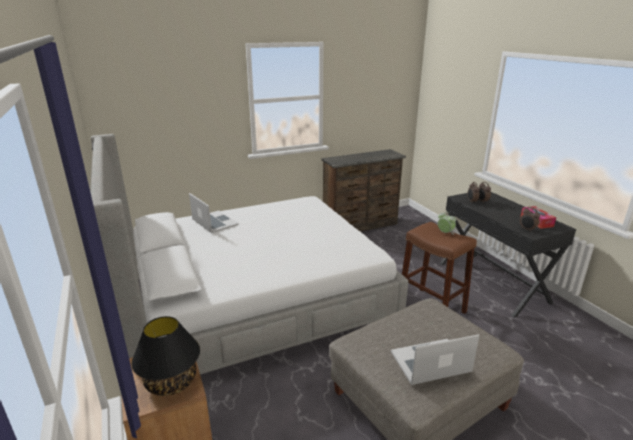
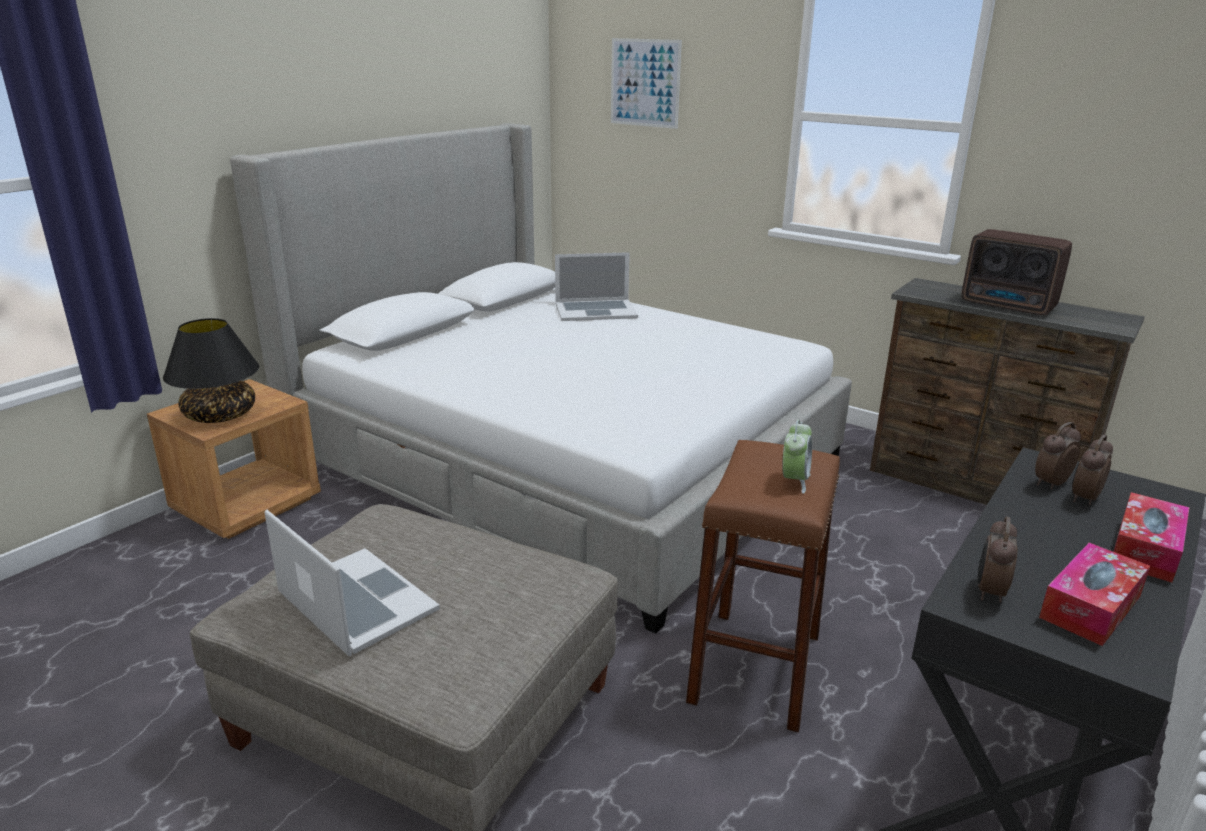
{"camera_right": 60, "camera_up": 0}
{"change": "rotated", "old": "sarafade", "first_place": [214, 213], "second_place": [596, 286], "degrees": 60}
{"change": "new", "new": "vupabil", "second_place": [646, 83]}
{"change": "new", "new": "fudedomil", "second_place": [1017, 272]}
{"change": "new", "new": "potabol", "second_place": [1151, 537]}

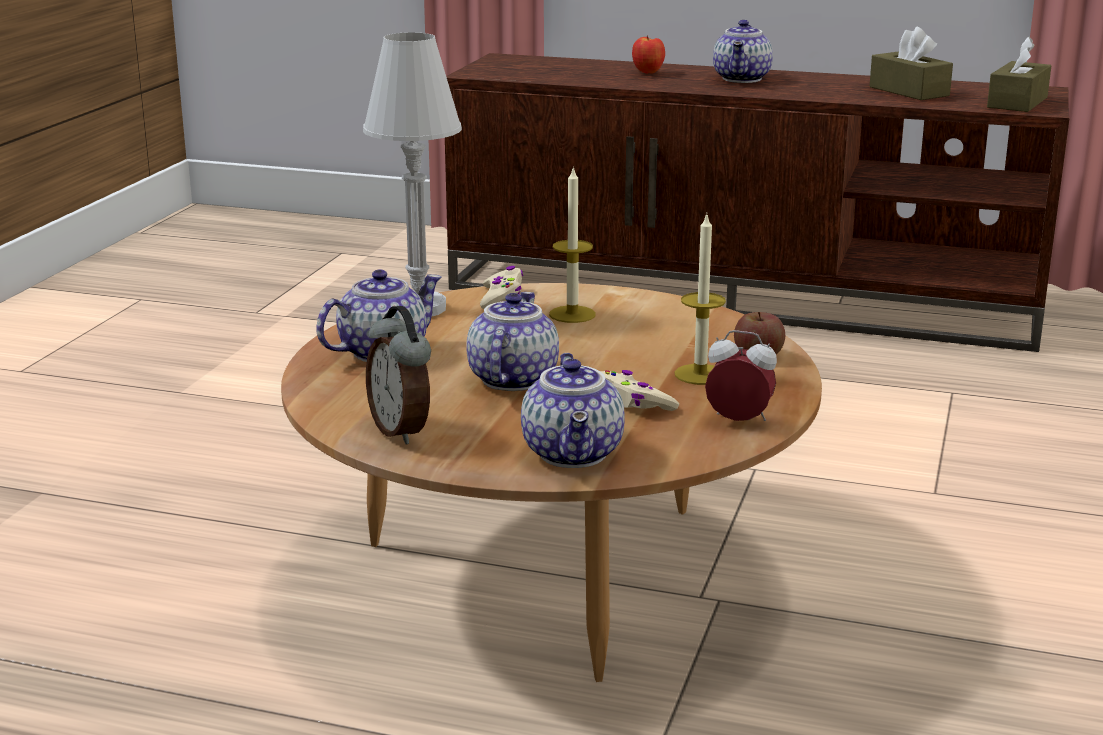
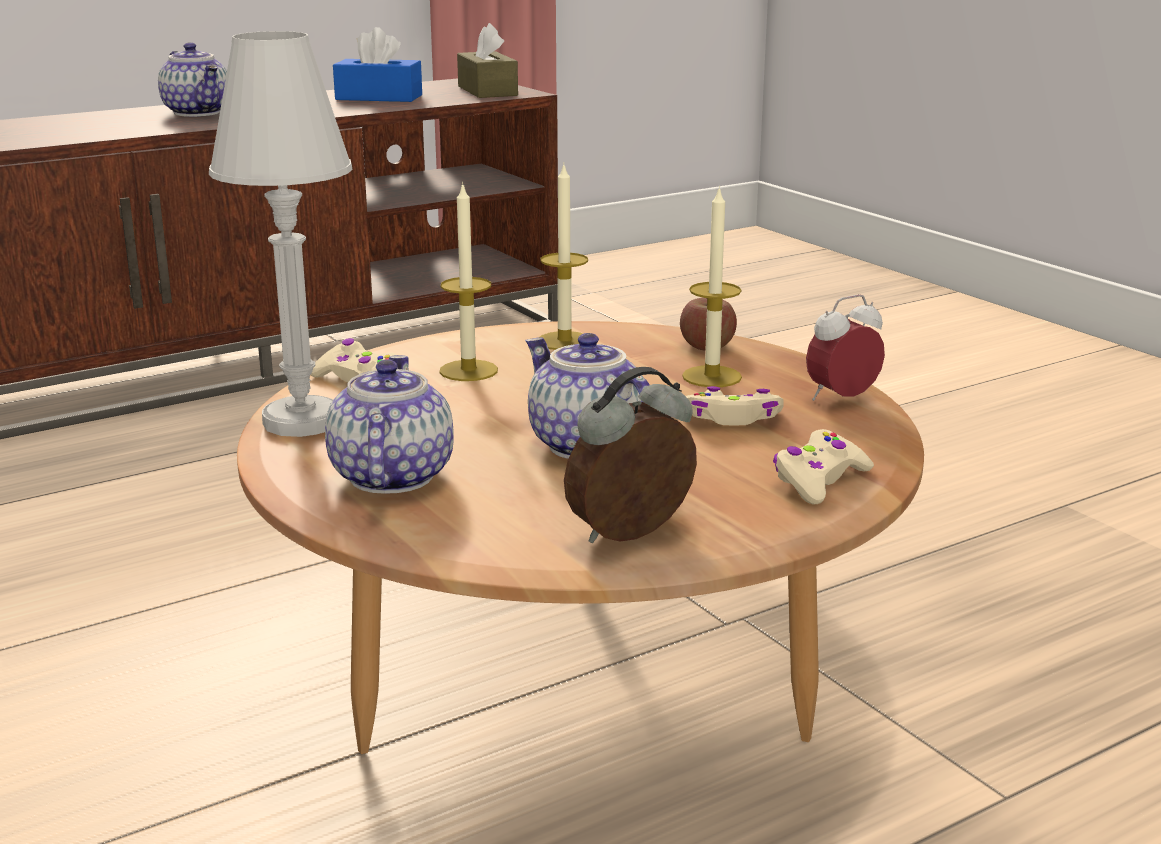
{"camera_right": -50, "camera_up": 0}
{"change": "rotated", "old": "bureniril", "first_place": [398, 375], "second_place": [630, 455], "degrees": 135}
{"change": "swapped", "old": "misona", "new": "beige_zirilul", "first_place": [573, 410], "second_place": [823, 466]}
{"change": "gone", "old": "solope", "first_place": [648, 54]}
{"change": "repainted", "old": "brown_potabol", "new": "blue_potabol", "first_place": [911, 63], "second_place": [377, 64]}
{"change": "new", "new": "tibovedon", "second_place": [564, 256]}

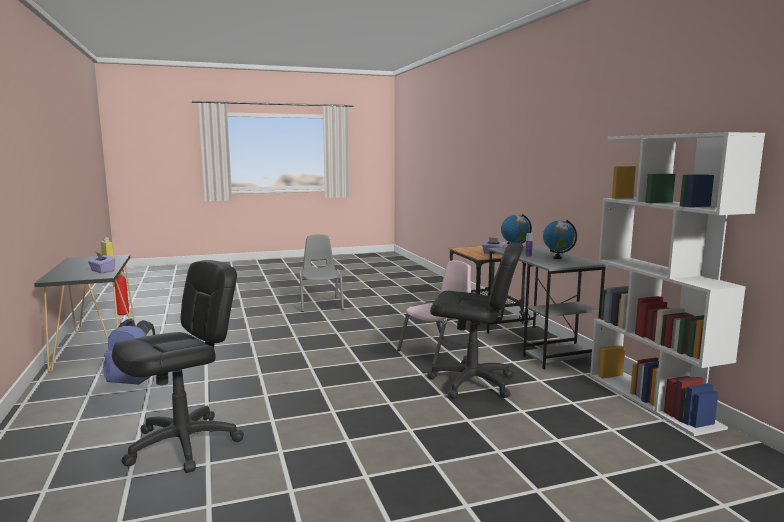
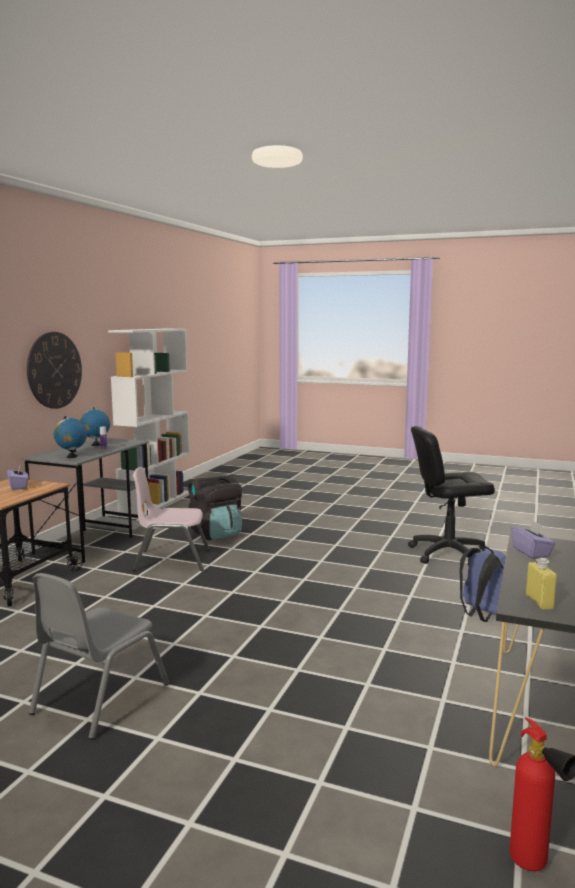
{"camera_right": -140, "camera_up": 0}
{"change": "swapped", "old": "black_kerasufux", "new": "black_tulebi", "first_place": [475, 321], "second_place": [215, 507]}
{"change": "new", "new": "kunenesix", "second_place": [54, 370]}

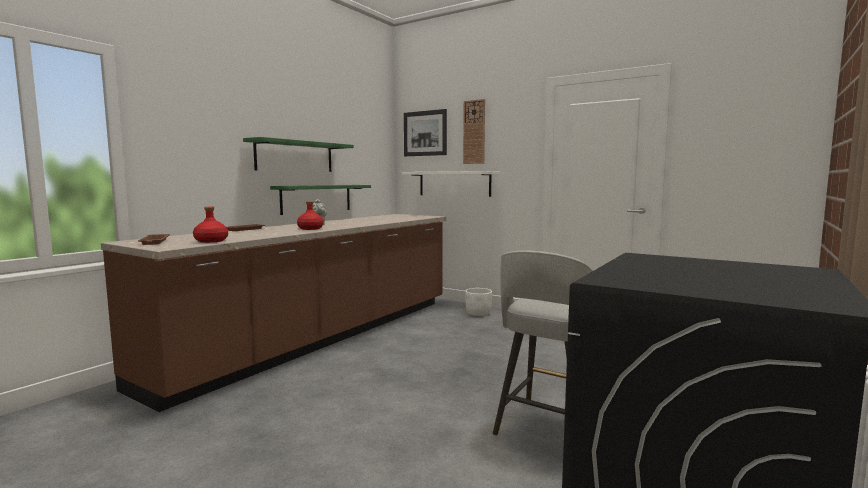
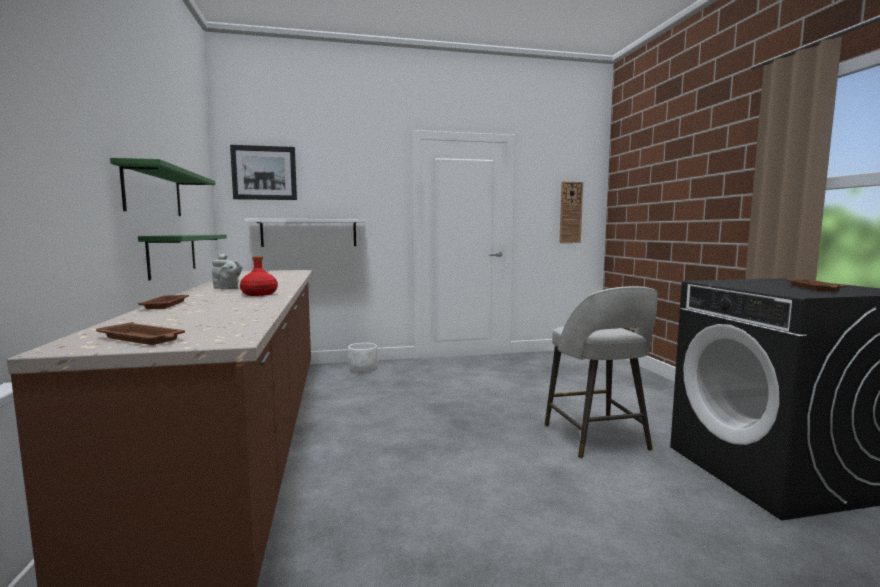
{"camera_right": -45, "camera_up": 0}
{"change": "gone", "old": "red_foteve", "first_place": [210, 225]}
{"change": "shifted", "old": "kunenesix", "first_place": [474, 131], "second_place": [571, 212]}
{"change": "new", "new": "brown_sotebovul", "second_place": [816, 285]}

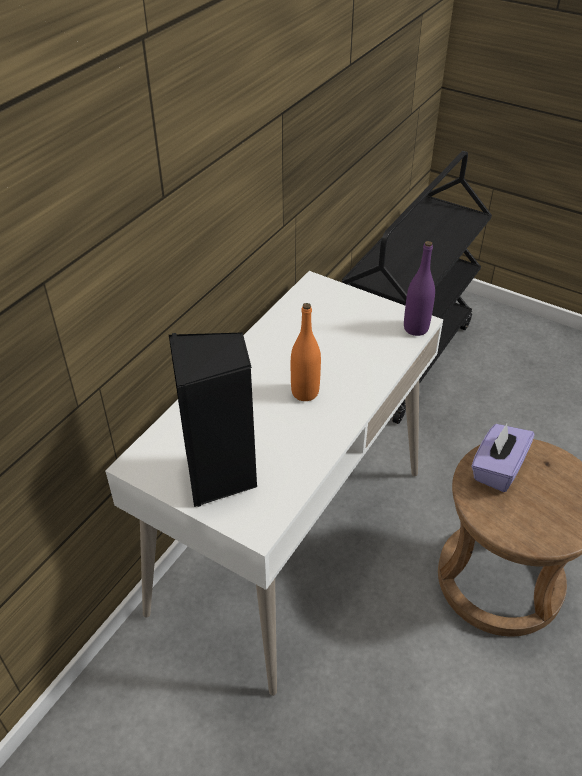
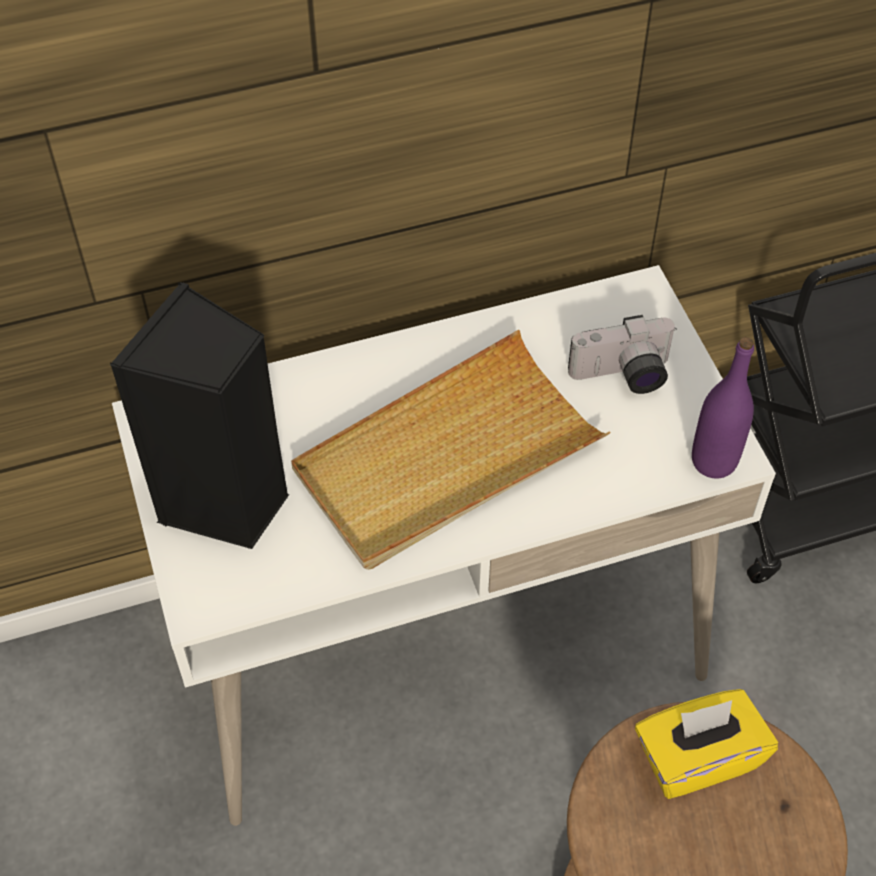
{"camera_right": 40, "camera_up": 10}
{"change": "swapped", "old": "orange_foteve", "new": "beige_sotebovul", "first_place": [306, 352], "second_place": [451, 450]}
{"change": "repainted", "old": "purple_potabol", "new": "yellow_potabol", "first_place": [503, 457], "second_place": [706, 744]}
{"change": "new", "new": "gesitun", "second_place": [622, 354]}

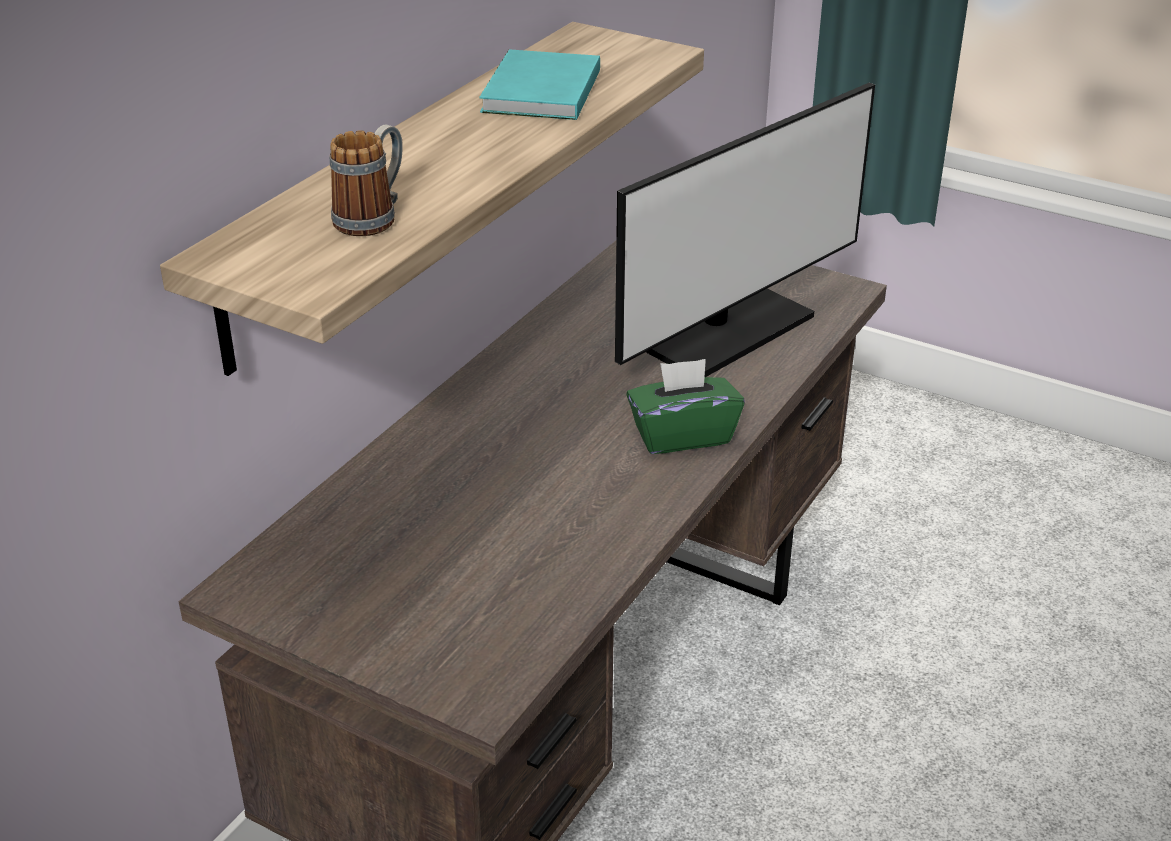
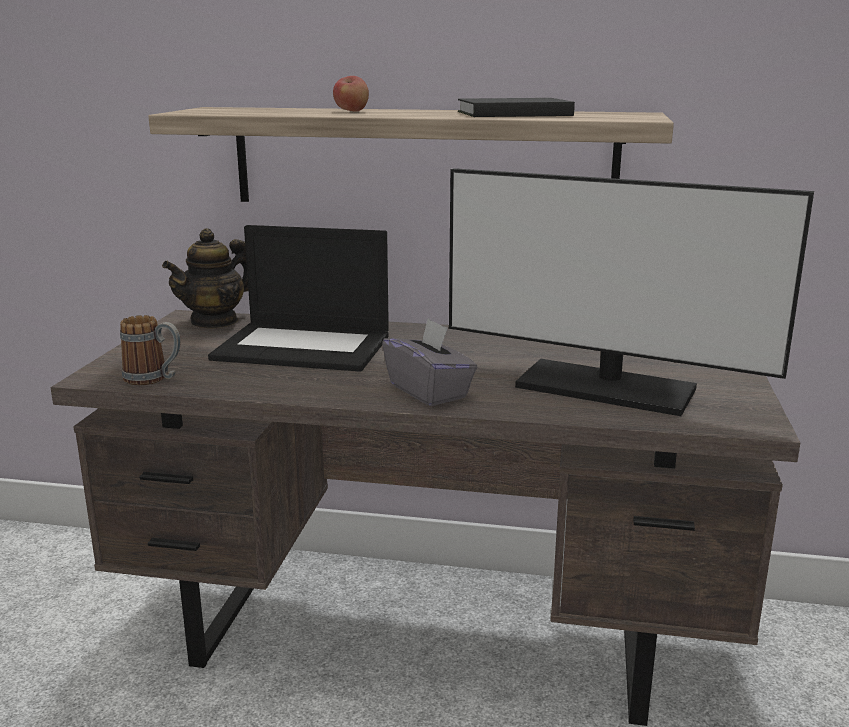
{"camera_right": 70, "camera_up": -15}
{"change": "shifted", "old": "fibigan", "first_place": [366, 180], "second_place": [150, 350]}
{"change": "repainted", "old": "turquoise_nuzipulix", "new": "black_nuzipulix", "first_place": [539, 84], "second_place": [516, 107]}
{"change": "repainted", "old": "green_potabol", "new": "grey_potabol", "first_place": [685, 406], "second_place": [429, 362]}
{"change": "new", "new": "misona", "second_place": [205, 278]}
{"change": "new", "new": "sarafade", "second_place": [298, 298]}
{"change": "new", "new": "solope", "second_place": [351, 94]}

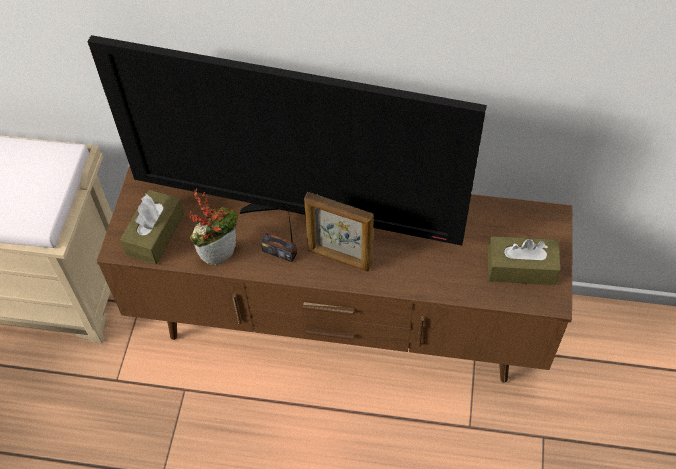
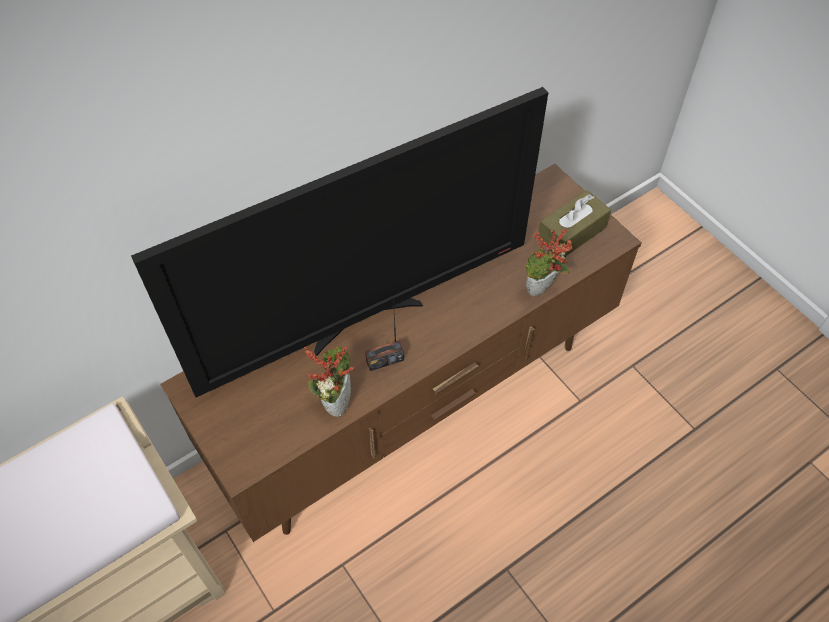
{"camera_right": -45, "camera_up": 0}
{"change": "gone", "old": "brown_potabol", "first_place": [152, 227]}
{"change": "gone", "old": "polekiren", "first_place": [339, 231]}
{"change": "new", "new": "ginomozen", "second_place": [549, 263]}

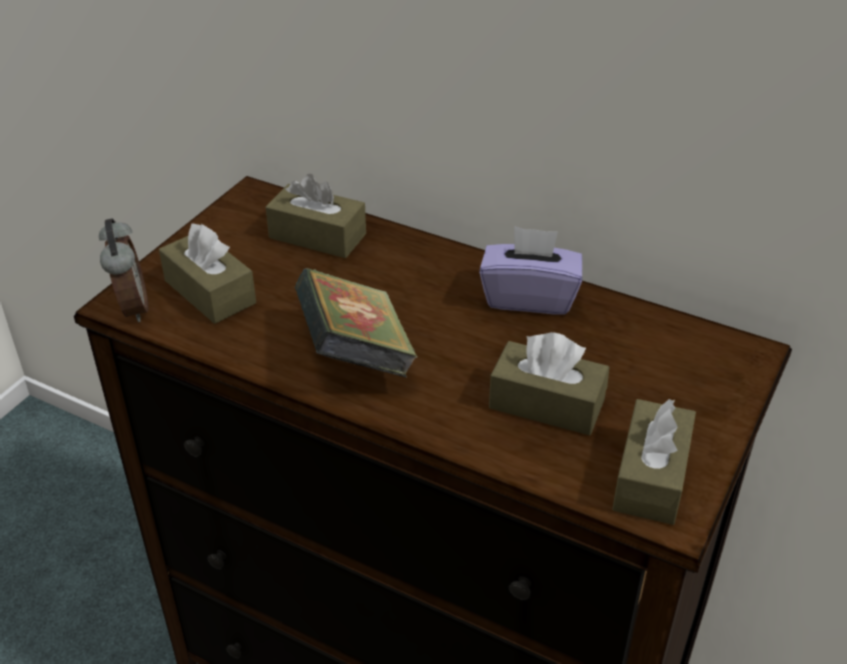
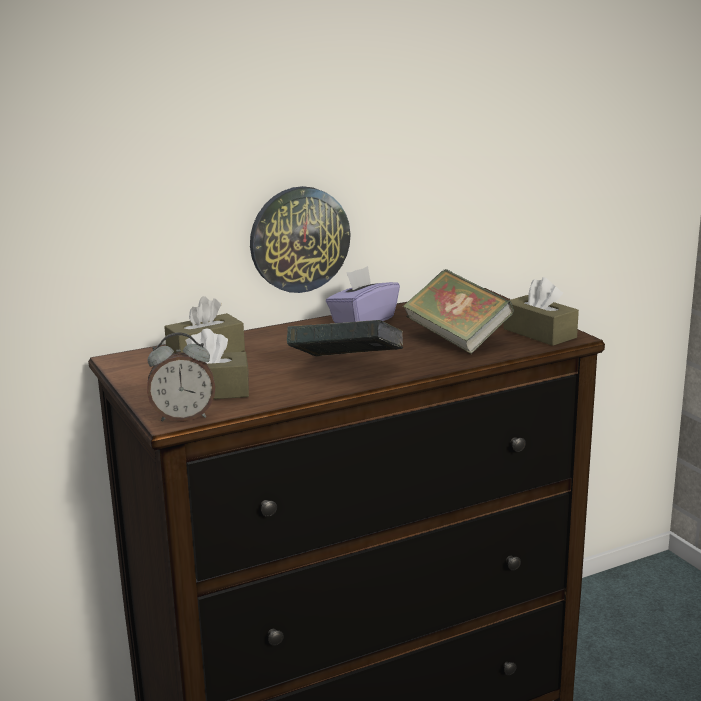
{"camera_right": -55, "camera_up": -20}
{"change": "rotated", "old": "bureniril", "first_place": [124, 270], "second_place": [181, 377], "degrees": 150}
{"change": "swapped", "old": "brown_potabol", "new": "nuzipulix", "first_place": [549, 383], "second_place": [458, 311]}
{"change": "new", "new": "kunenesix", "second_place": [300, 239]}

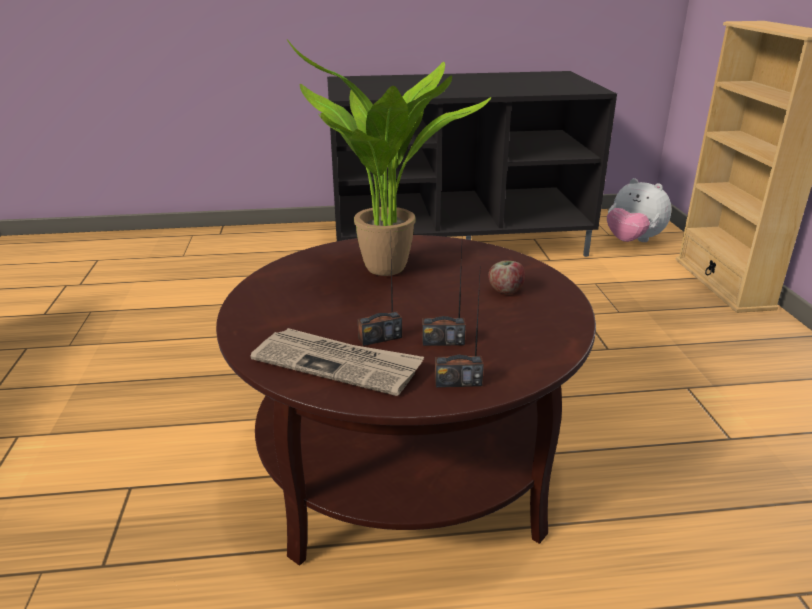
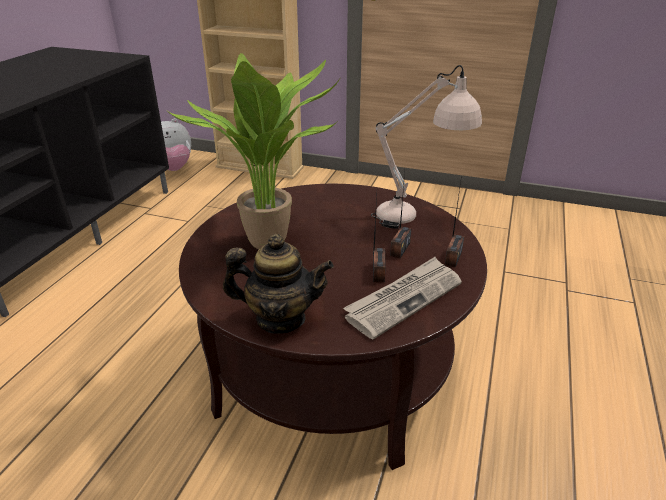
{"camera_right": -65, "camera_up": 5}
{"change": "gone", "old": "solope", "first_place": [506, 277]}
{"change": "new", "new": "misona", "second_place": [278, 284]}
{"change": "new", "new": "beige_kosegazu", "second_place": [426, 147]}

